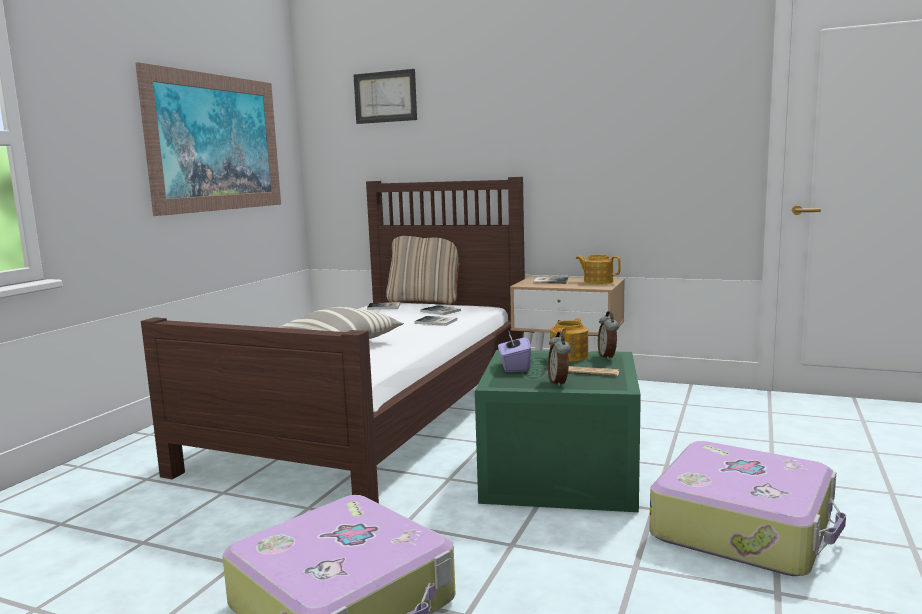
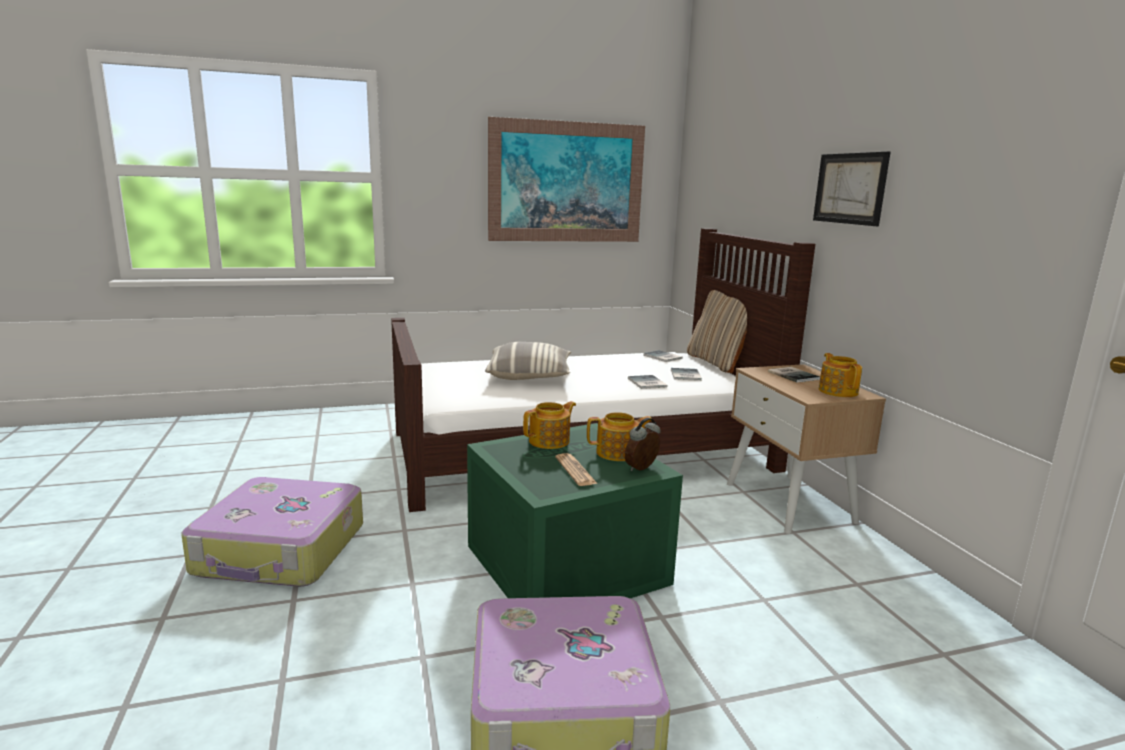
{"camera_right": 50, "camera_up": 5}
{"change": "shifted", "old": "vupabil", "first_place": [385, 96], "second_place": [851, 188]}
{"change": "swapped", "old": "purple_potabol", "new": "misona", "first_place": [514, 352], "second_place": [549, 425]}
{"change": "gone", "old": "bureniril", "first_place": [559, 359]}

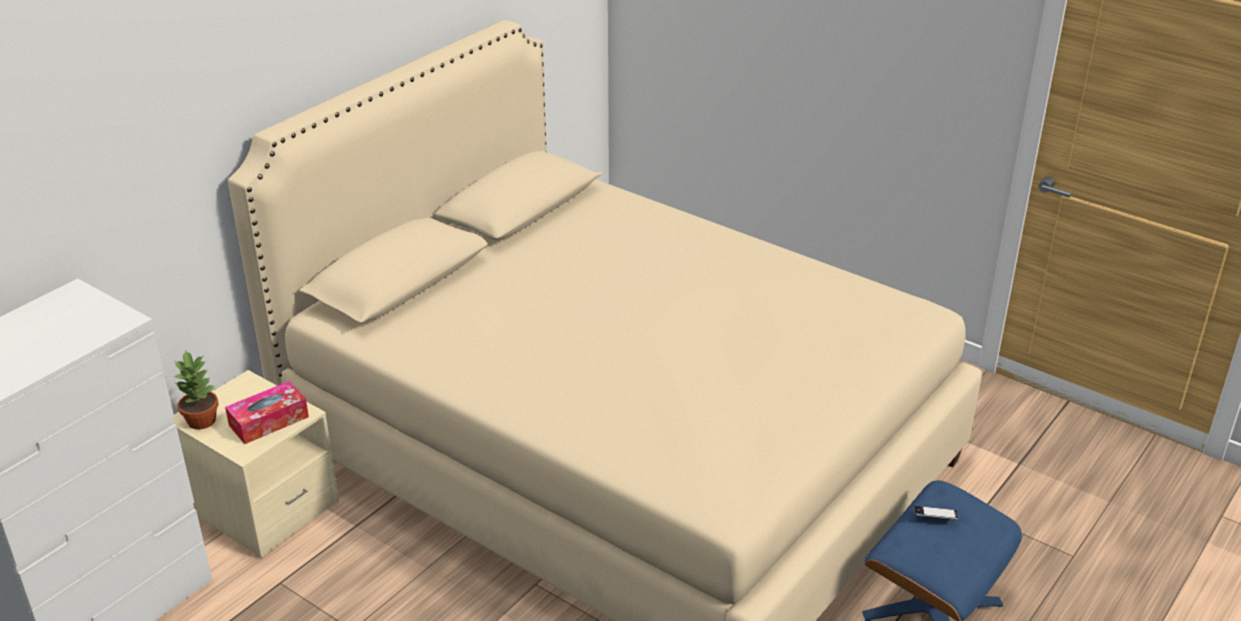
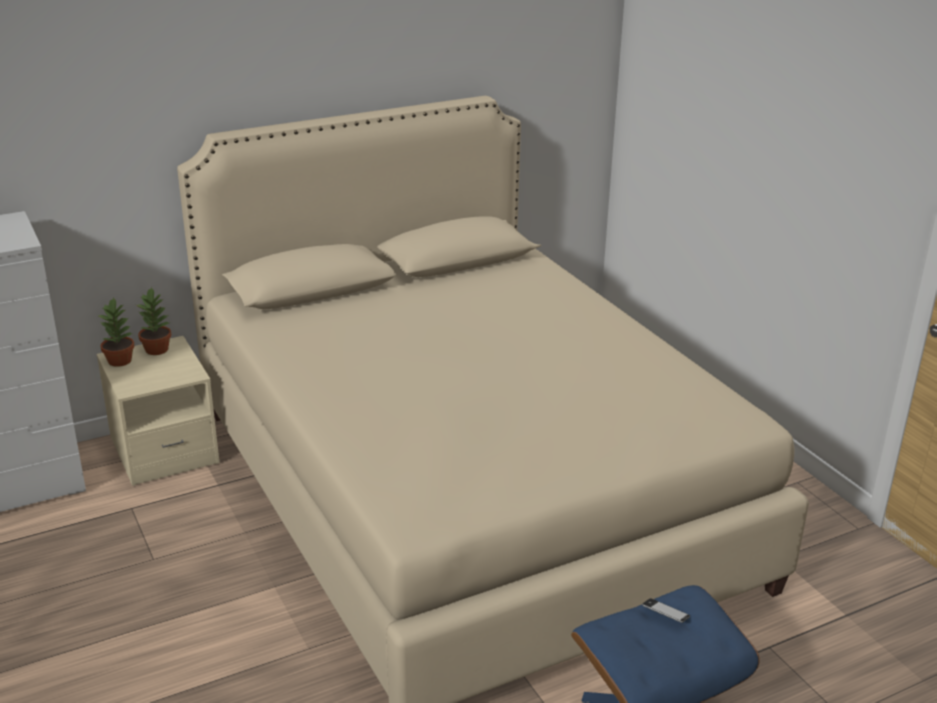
{"camera_right": 25, "camera_up": -5}
{"change": "gone", "old": "potabol", "first_place": [267, 412]}
{"change": "new", "new": "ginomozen", "second_place": [154, 321]}

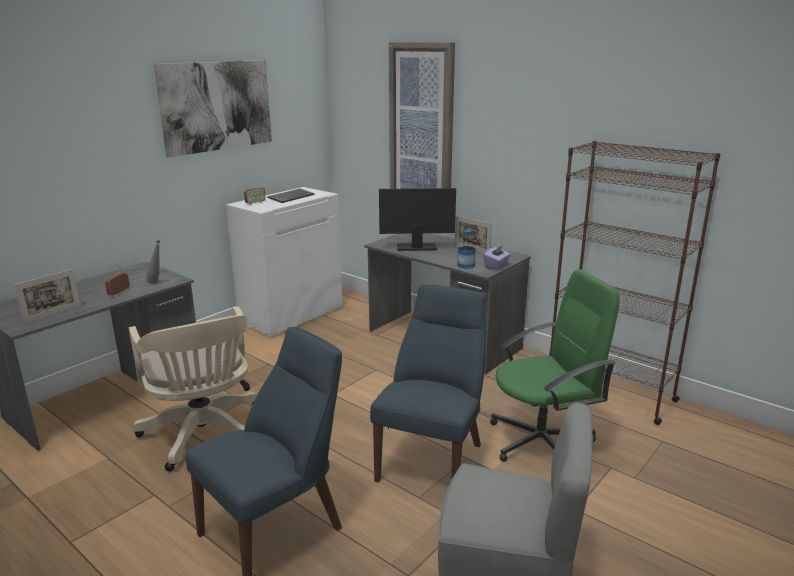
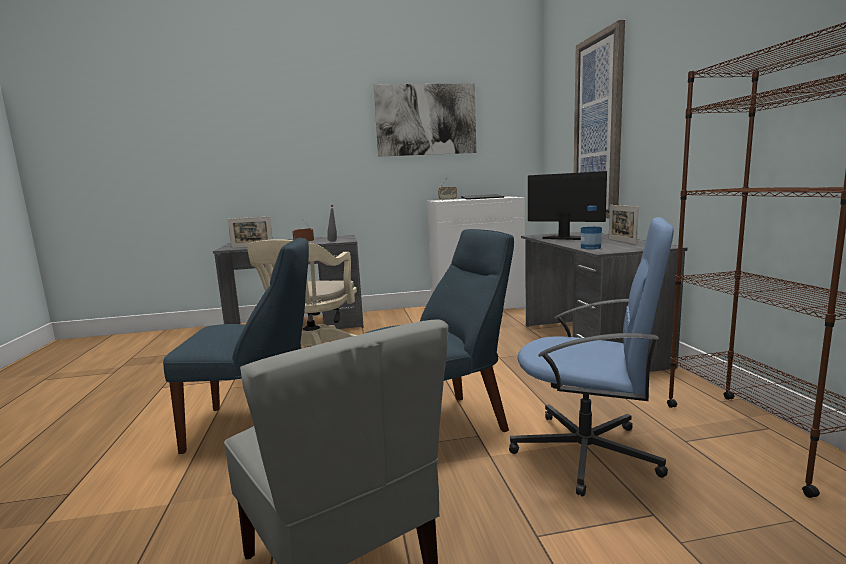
{"camera_right": 40, "camera_up": -10}
{"change": "gone", "old": "purple_potabol", "first_place": [497, 257]}
{"change": "repainted", "old": "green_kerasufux", "new": "blue_kerasufux", "first_place": [555, 365], "second_place": [591, 357]}

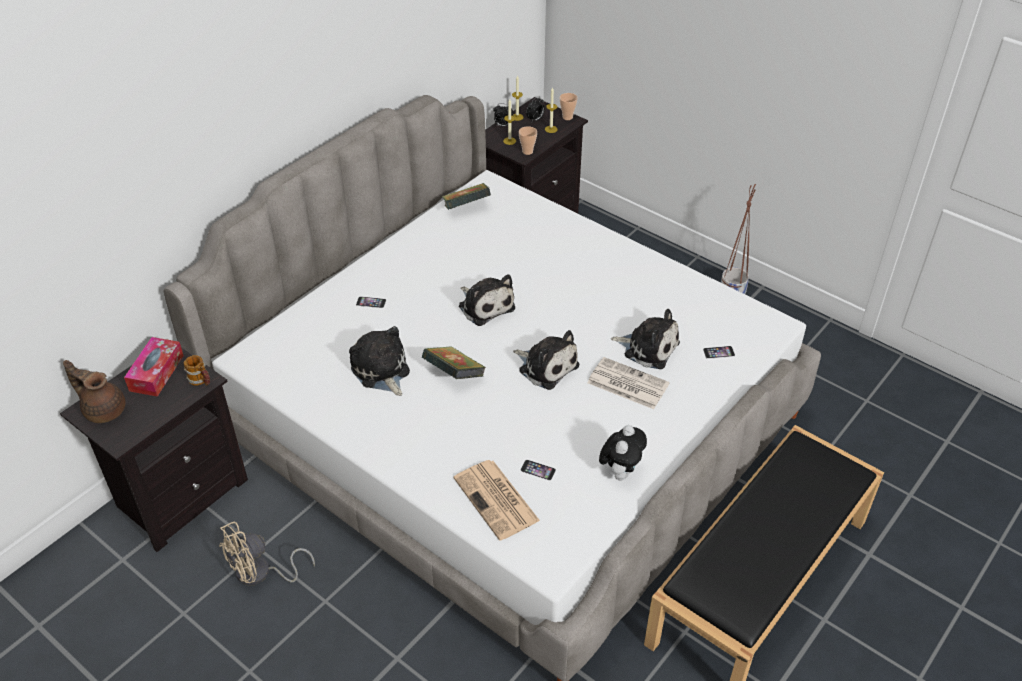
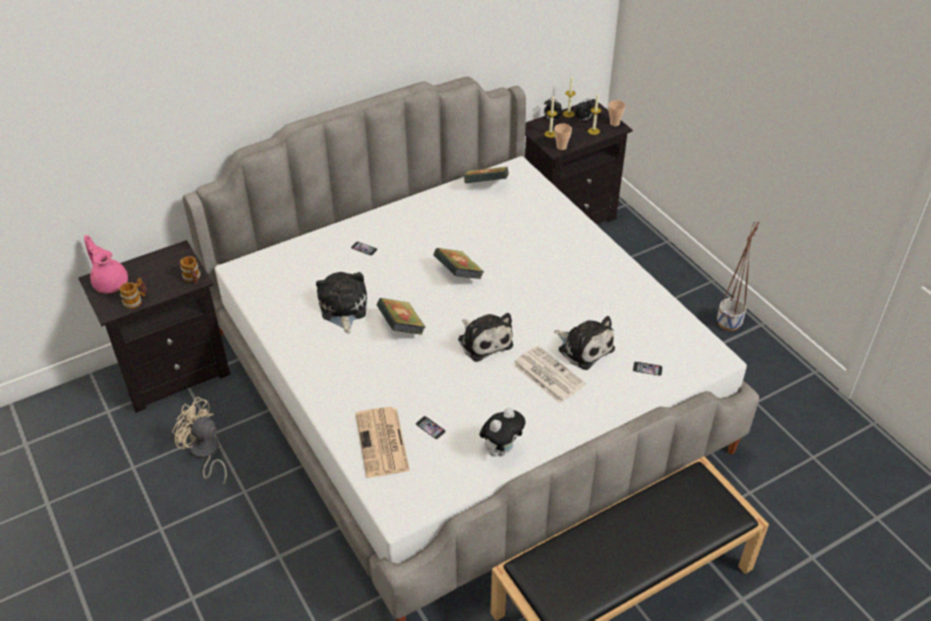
{"camera_right": 20, "camera_up": 0}
{"change": "repainted", "old": "brown_misona", "new": "pink_misona", "first_place": [94, 391], "second_place": [106, 264]}
{"change": "gone", "old": "potabol", "first_place": [154, 367]}
{"change": "rotated", "old": "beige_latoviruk", "first_place": [267, 554], "second_place": [199, 440], "degrees": 45}
{"change": "swapped", "old": "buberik", "new": "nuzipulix", "first_place": [487, 300], "second_place": [458, 263]}
{"change": "new", "new": "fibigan", "second_place": [133, 293]}

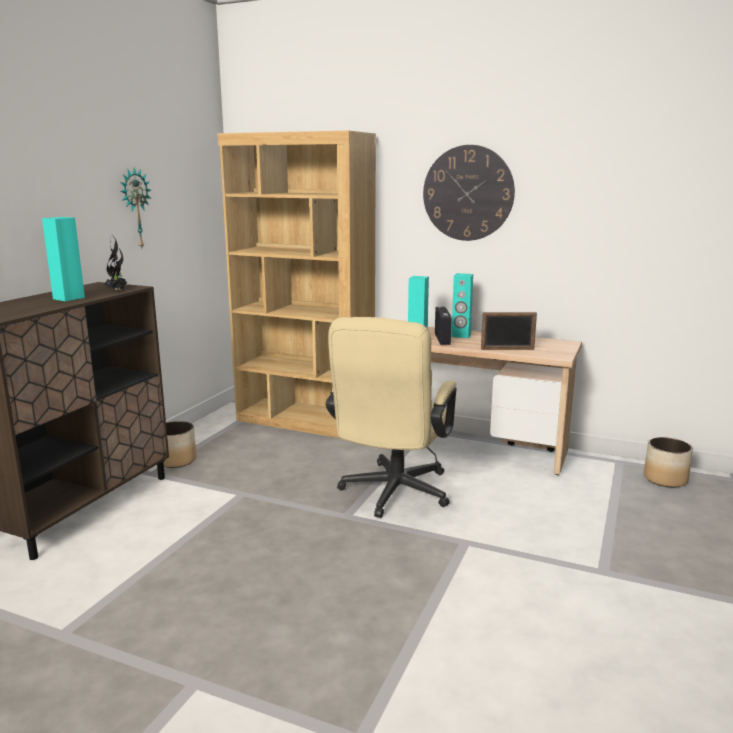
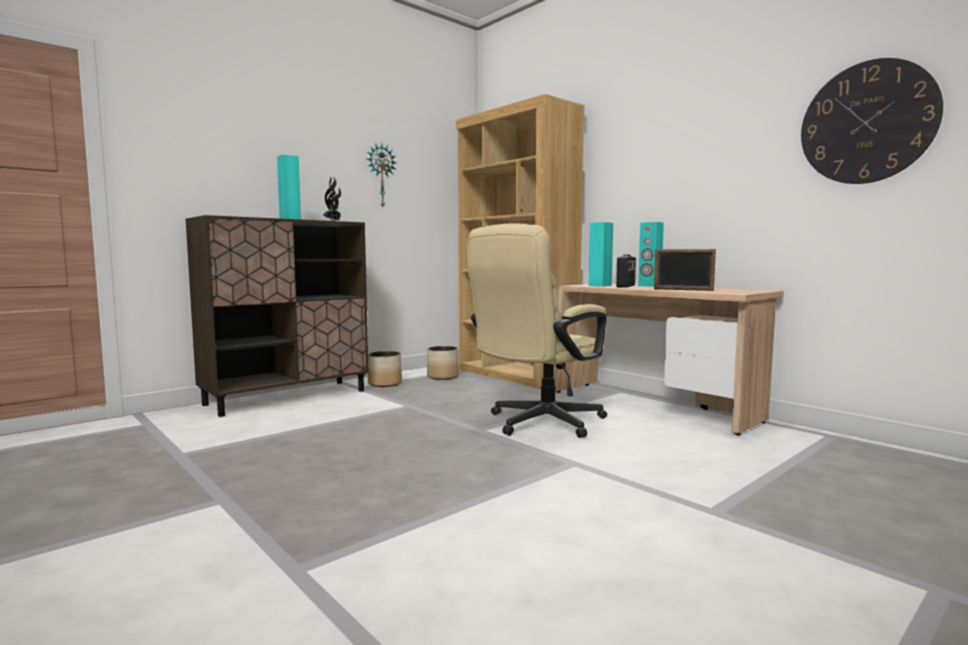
{"camera_right": 25, "camera_up": -10}
{"change": "shifted", "old": "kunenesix", "first_place": [469, 193], "second_place": [872, 121]}
{"change": "shifted", "old": "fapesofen", "first_place": [668, 462], "second_place": [443, 363]}

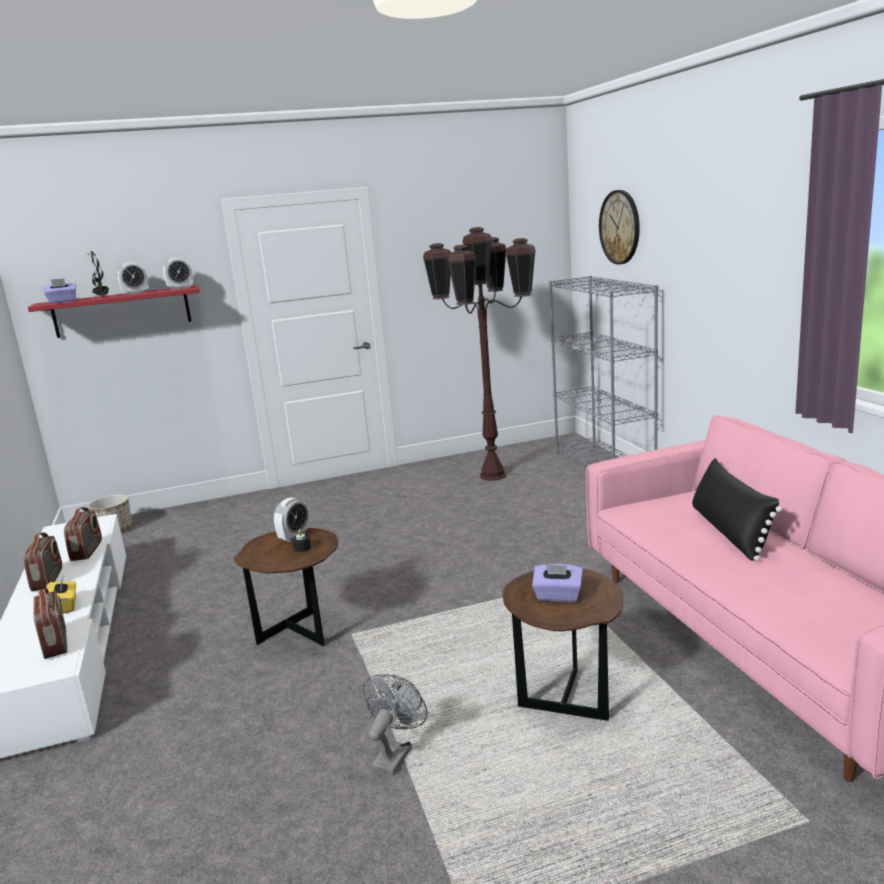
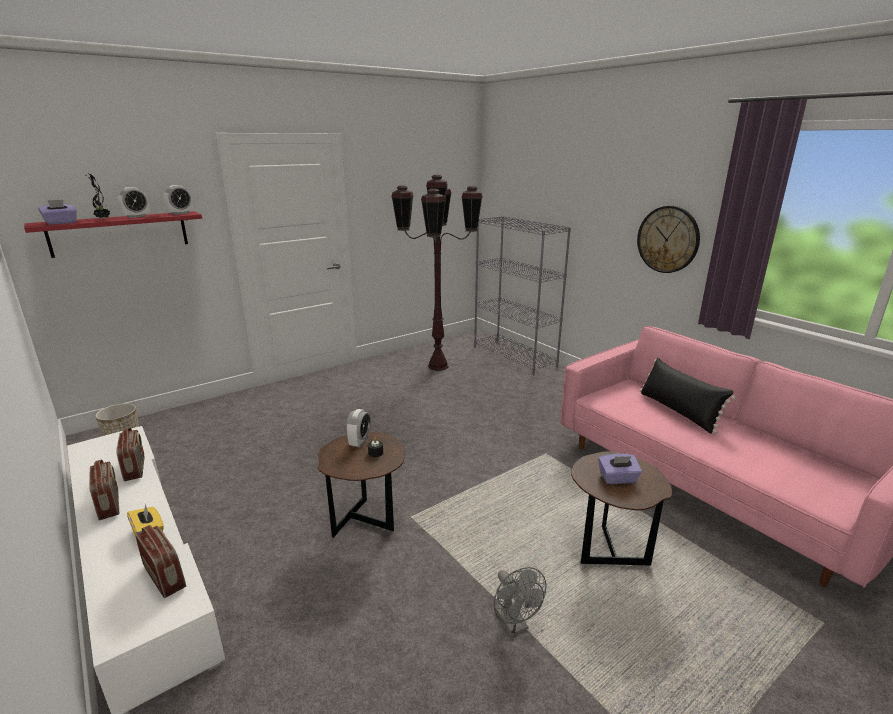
{"camera_right": -20, "camera_up": 5}
{"change": "rotated", "old": "grey_latoviruk", "first_place": [394, 724], "second_place": [520, 601], "degrees": 150}
{"change": "shifted", "old": "kunenesix", "first_place": [619, 227], "second_place": [668, 239]}

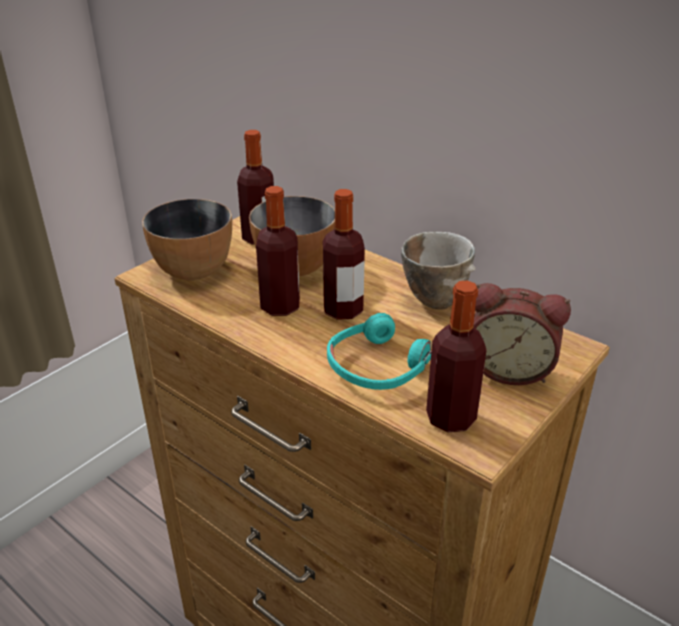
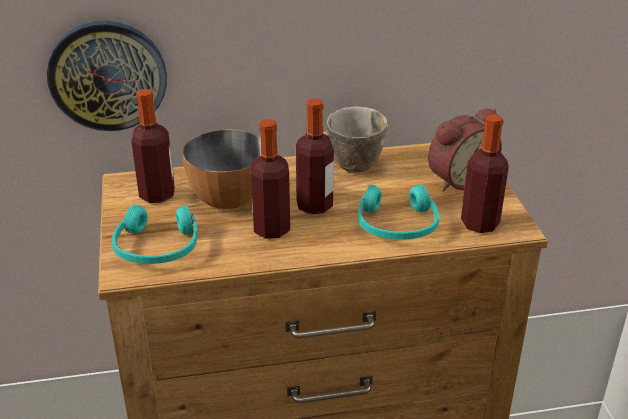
{"camera_right": -50, "camera_up": 0}
{"change": "swapped", "old": "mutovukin", "new": "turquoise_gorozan", "first_place": [187, 239], "second_place": [154, 234]}
{"change": "new", "new": "kunenesix", "second_place": [107, 76]}

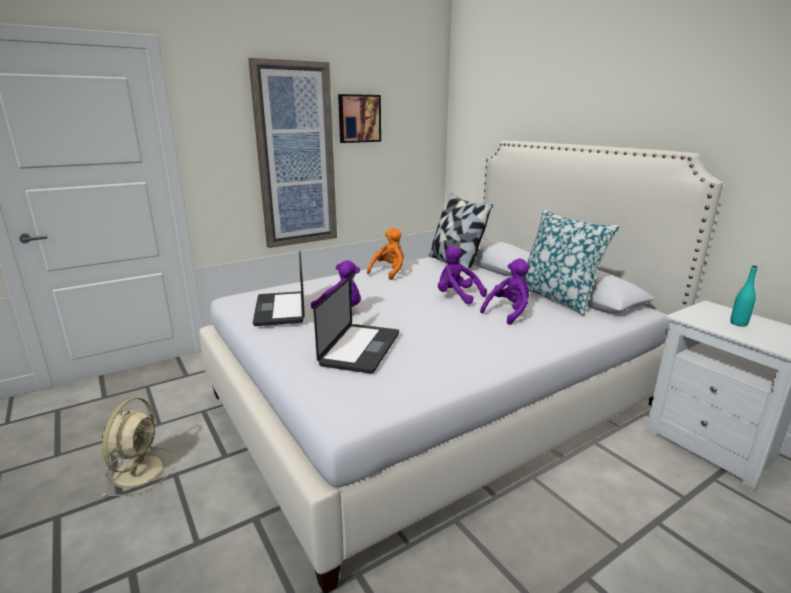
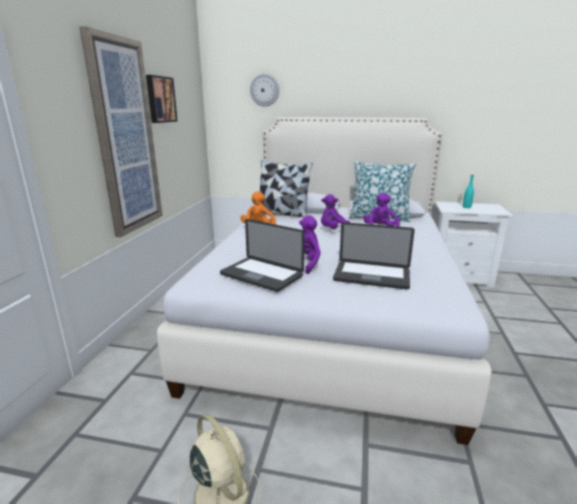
{"camera_right": -45, "camera_up": 0}
{"change": "rotated", "old": "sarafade", "first_place": [356, 325], "second_place": [374, 255], "degrees": 135}
{"change": "new", "new": "kunenesix", "second_place": [264, 90]}

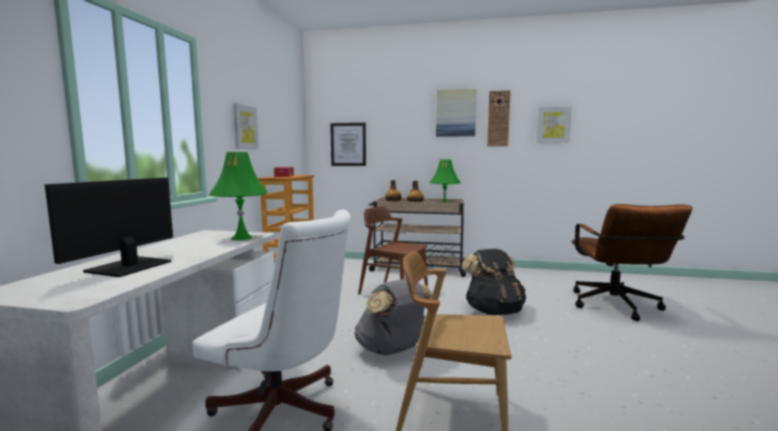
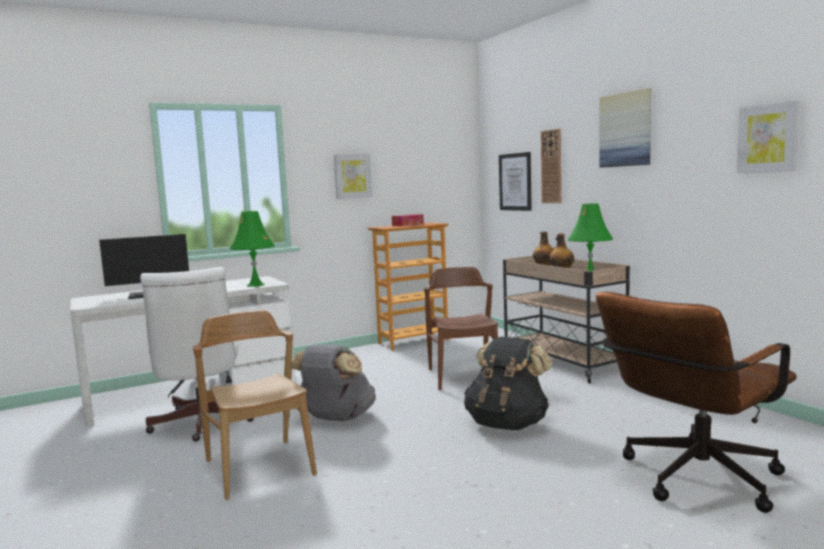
{"camera_right": 50, "camera_up": 0}
{"change": "shifted", "old": "kunenesix", "first_place": [499, 118], "second_place": [551, 166]}

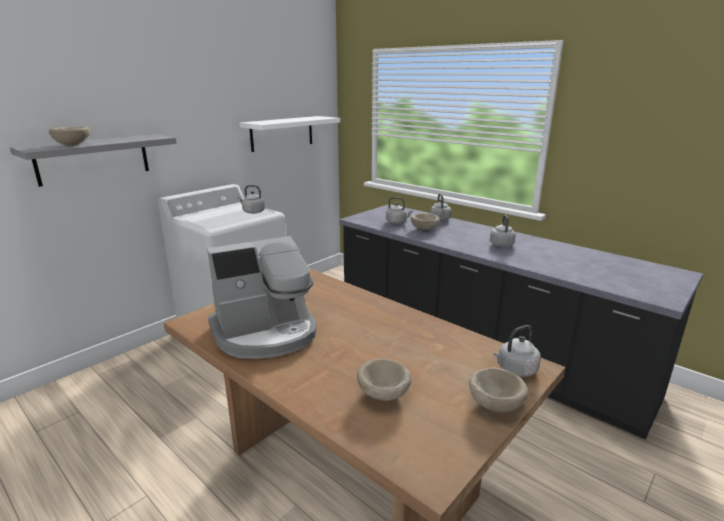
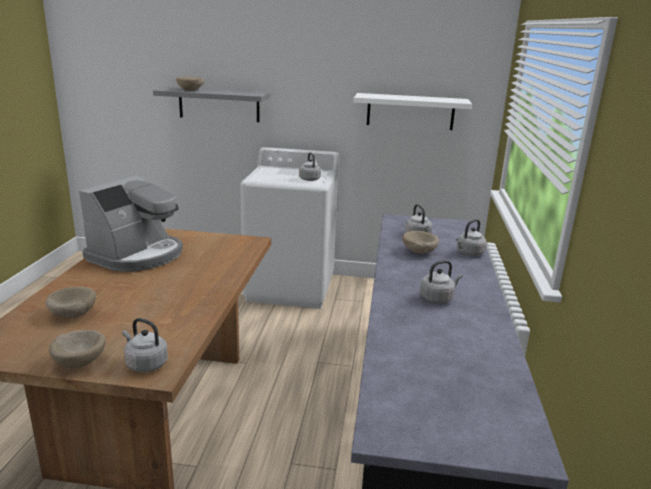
{"camera_right": 55, "camera_up": 0}
{"change": "rotated", "old": "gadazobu", "first_place": [262, 297], "second_place": [131, 224], "degrees": -90}

